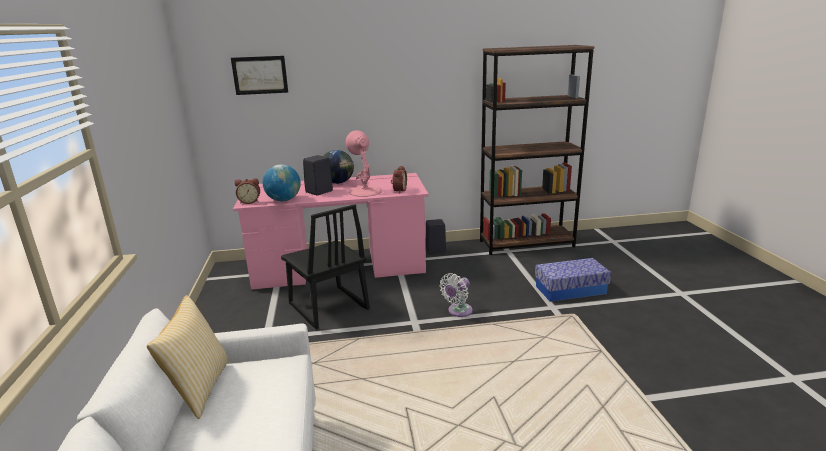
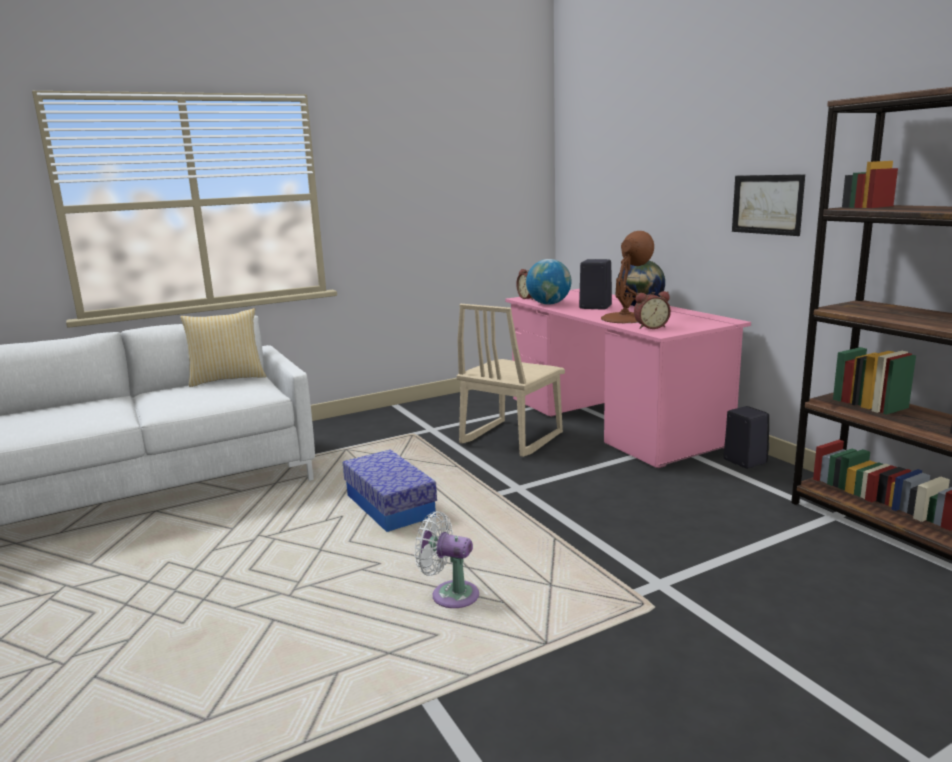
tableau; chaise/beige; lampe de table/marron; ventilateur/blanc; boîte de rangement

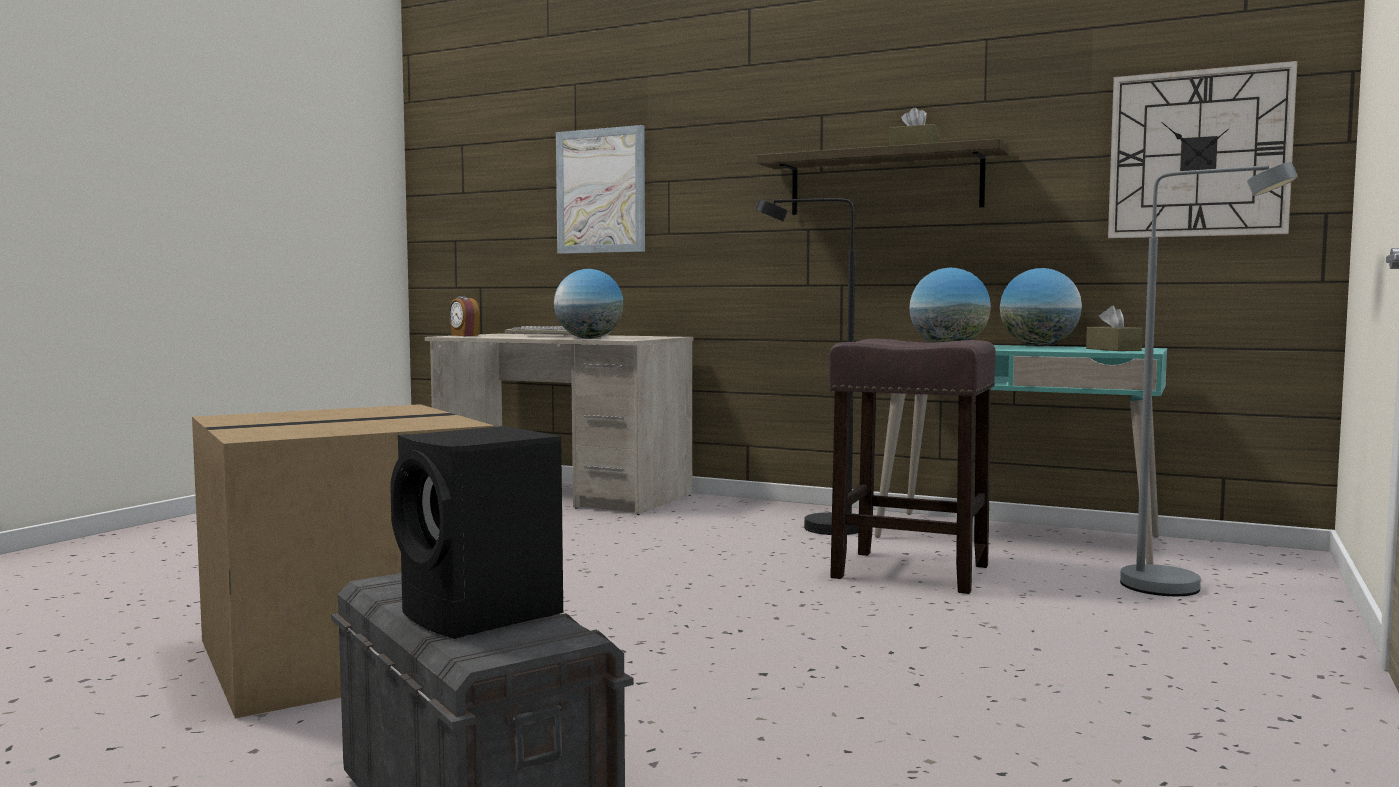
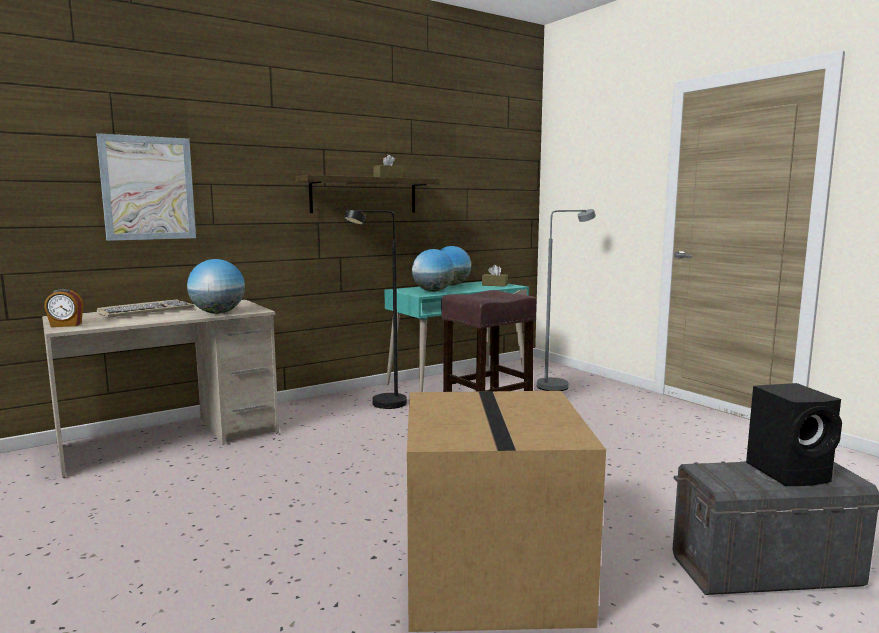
horloge murale

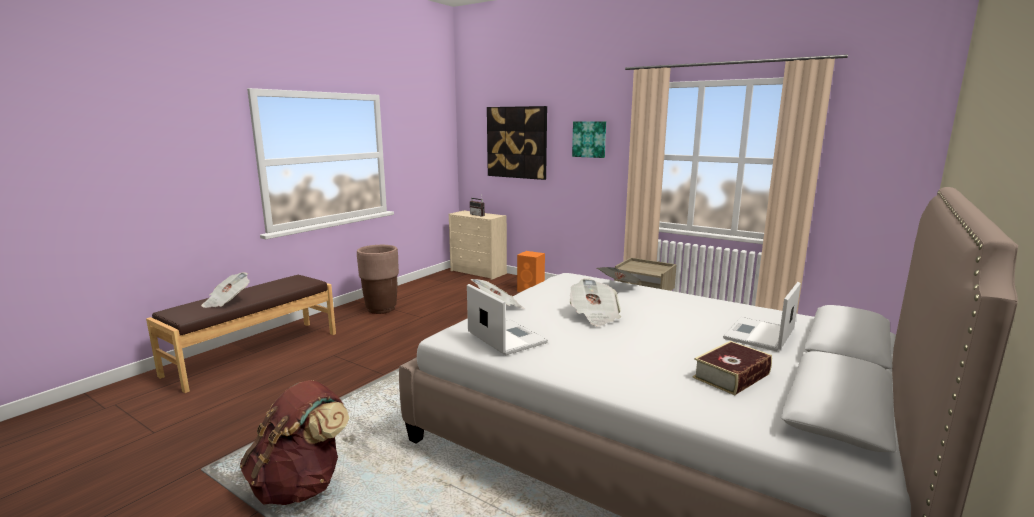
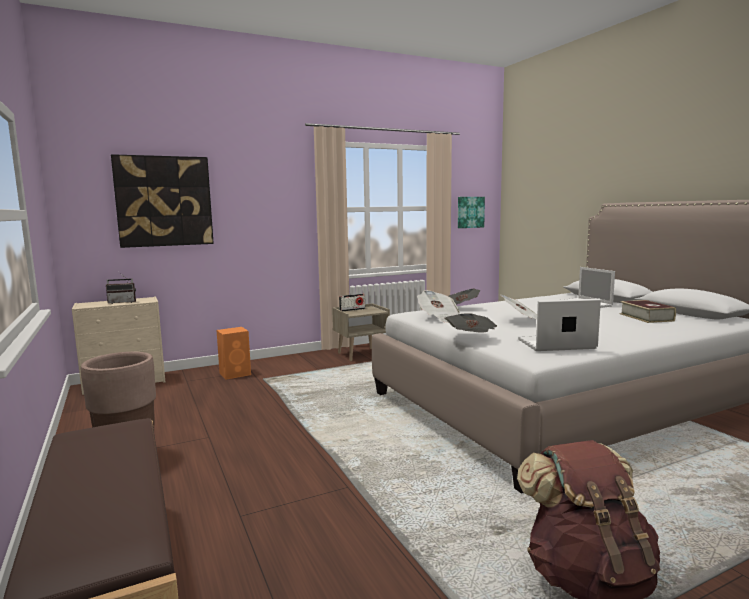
journal (no. 1 from left); tableau (no. 2 from left); radio (no. 2 from left)

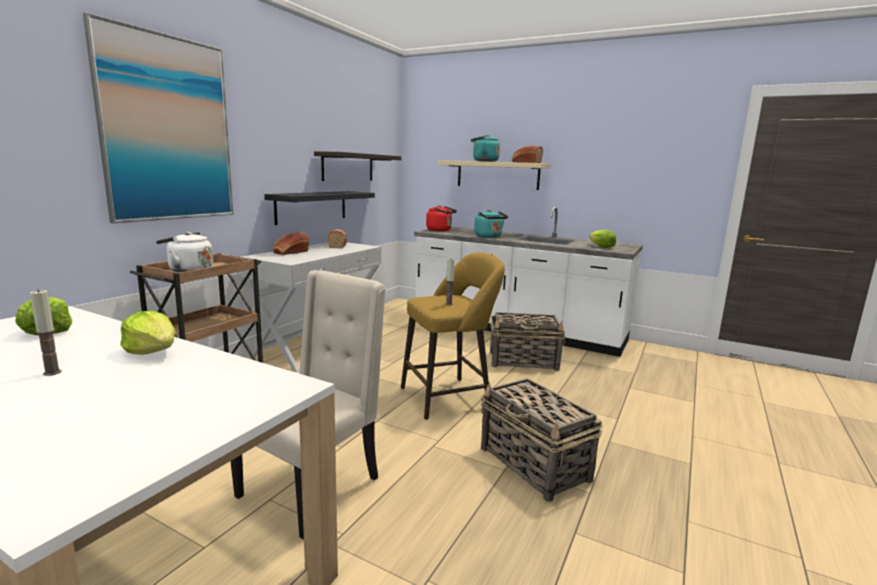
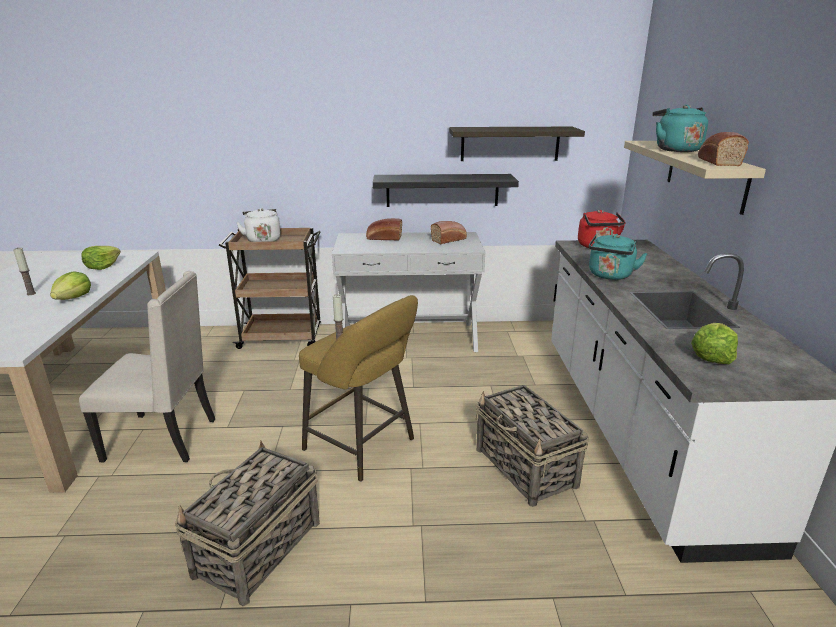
tableau

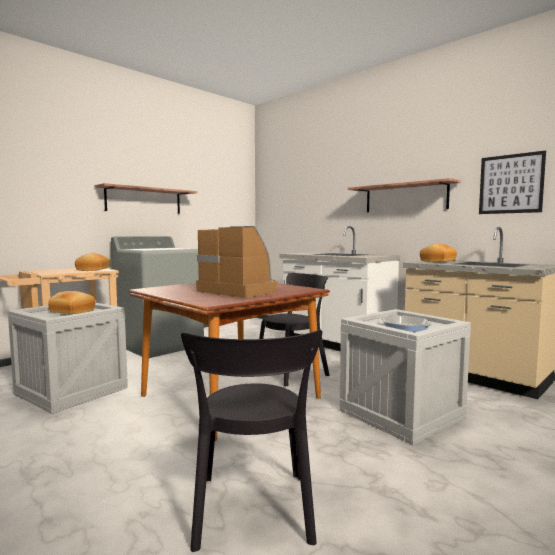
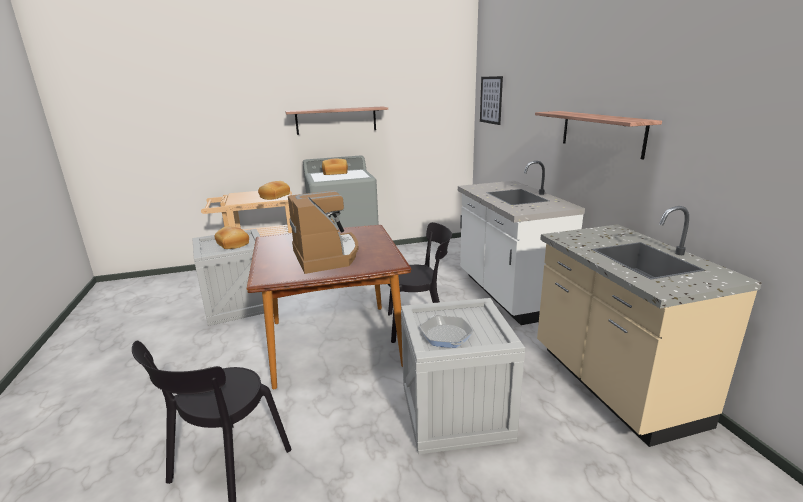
pain (no. 3 from left); tableau

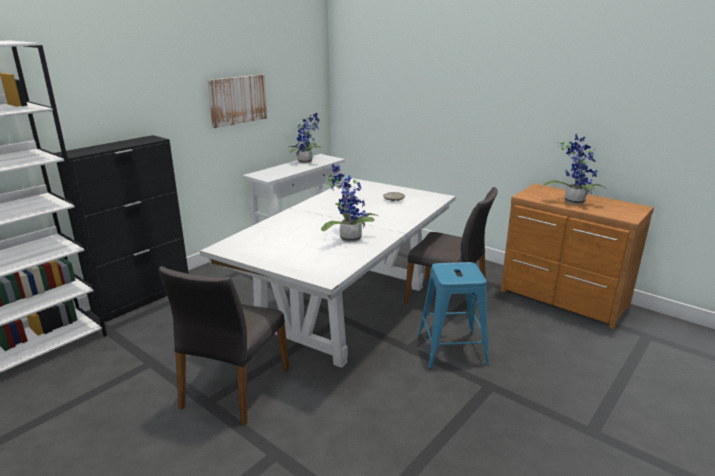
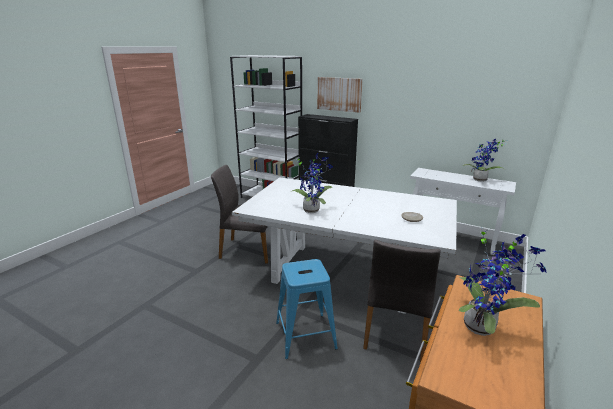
tableau

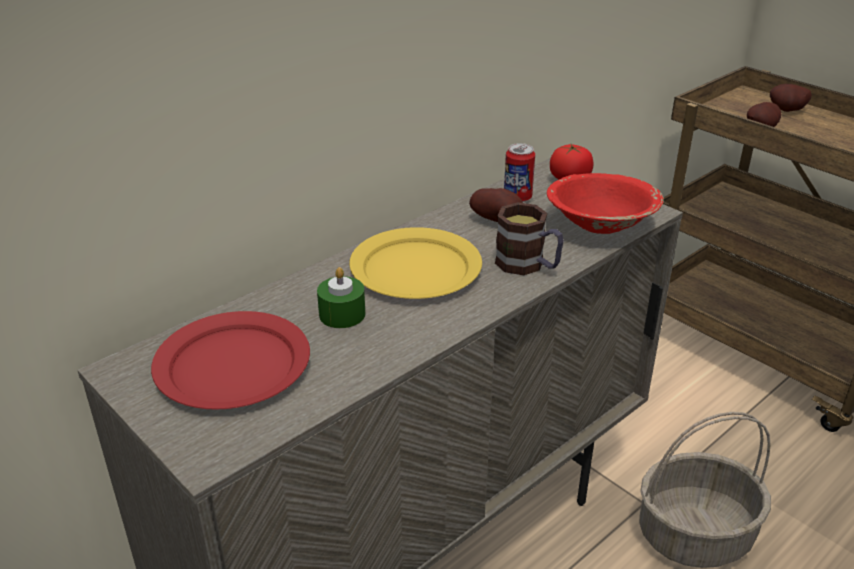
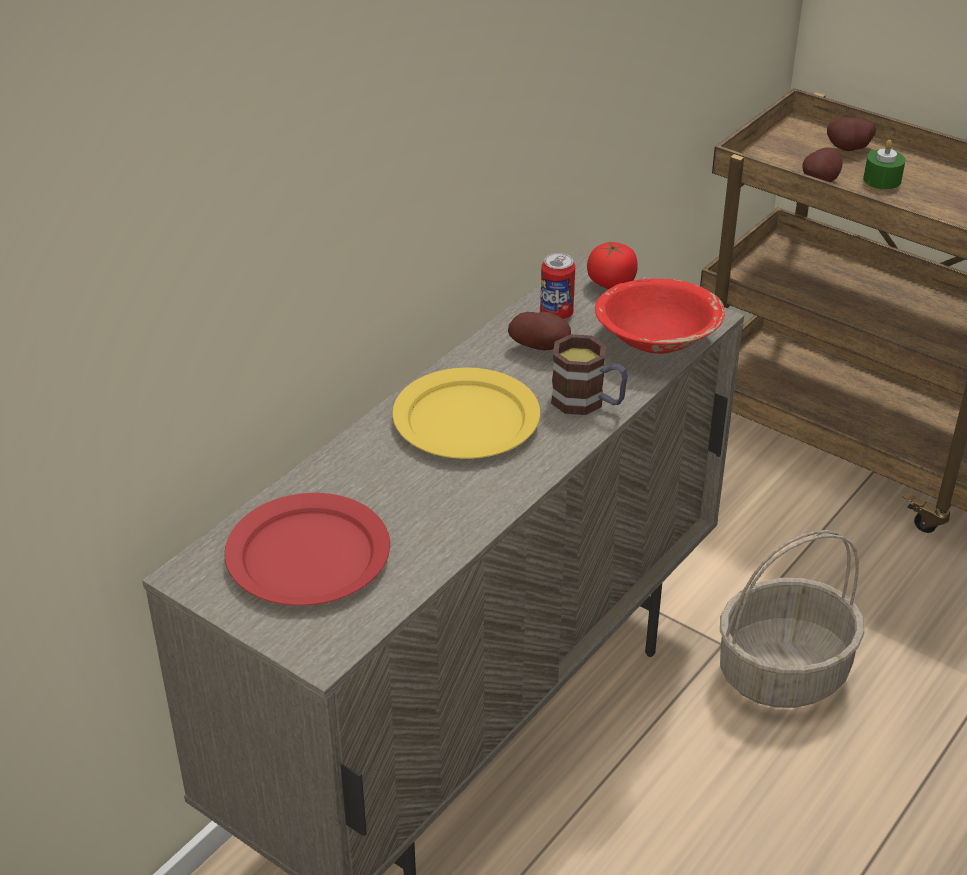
bougie/vert

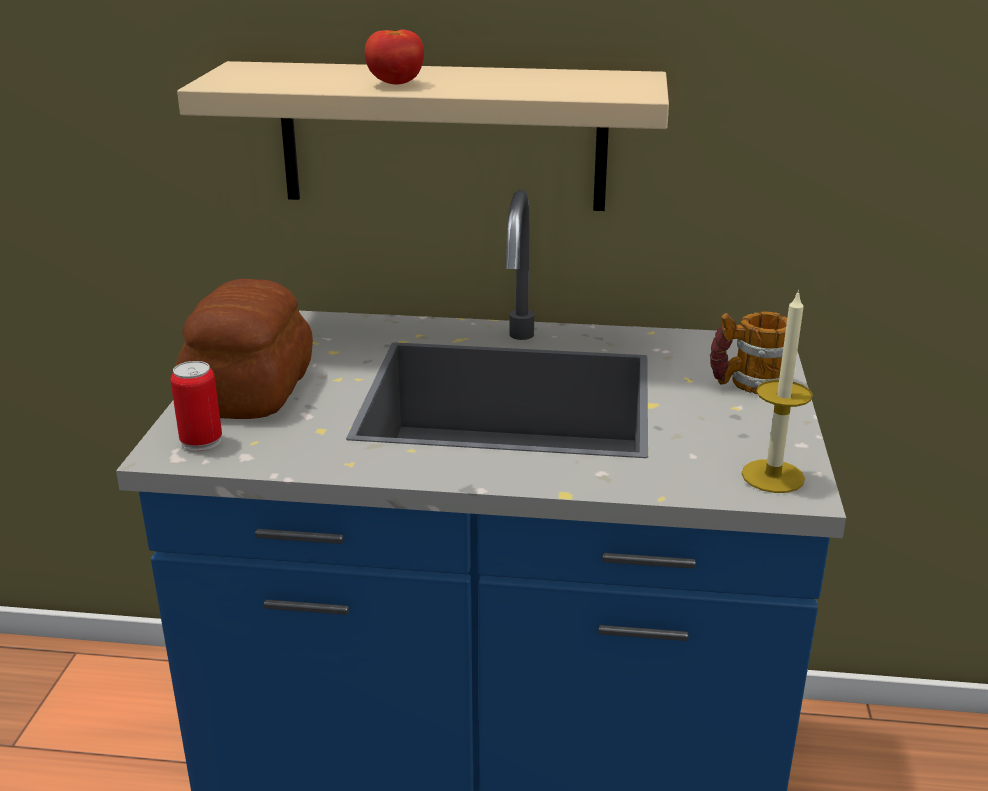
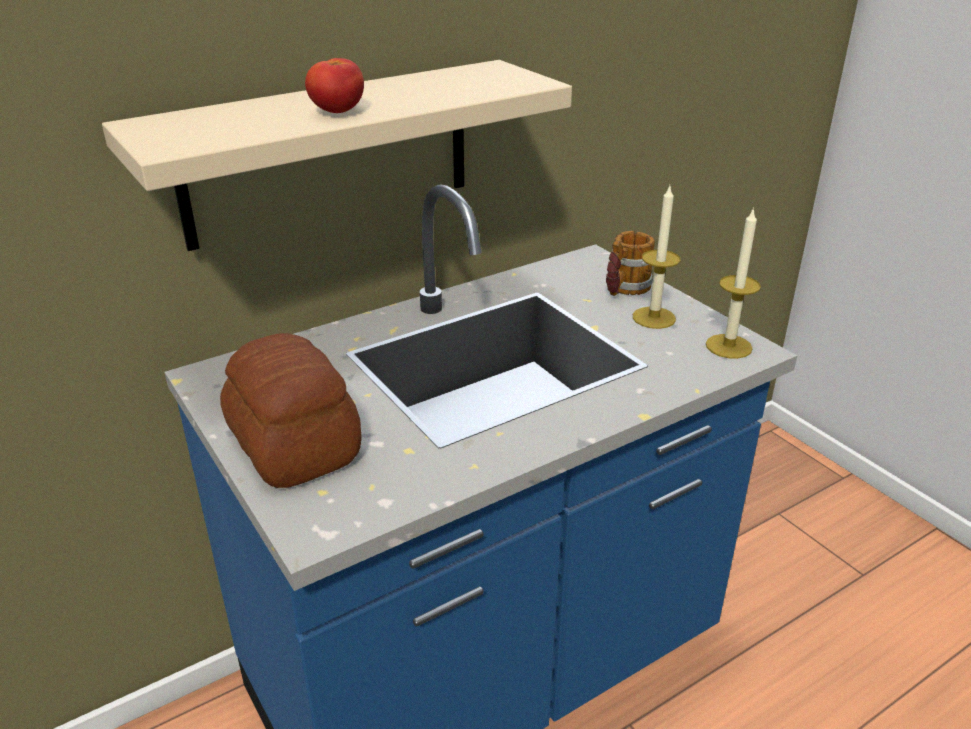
boîte métallique; bougie (no. 1 from left)

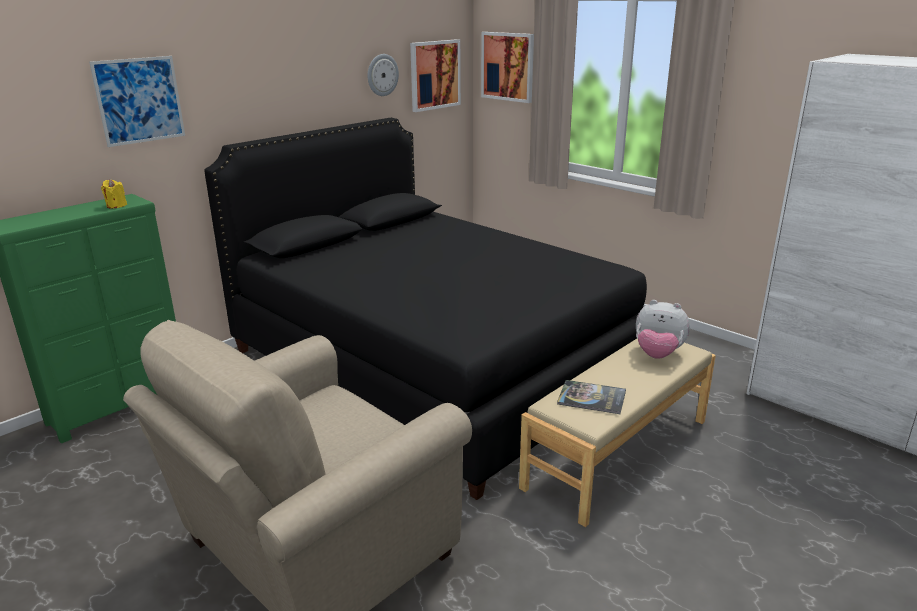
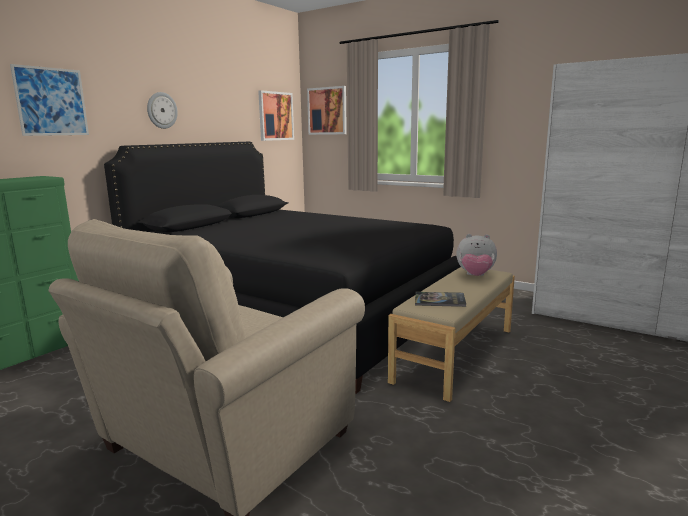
bougie/jaune; horloge murale

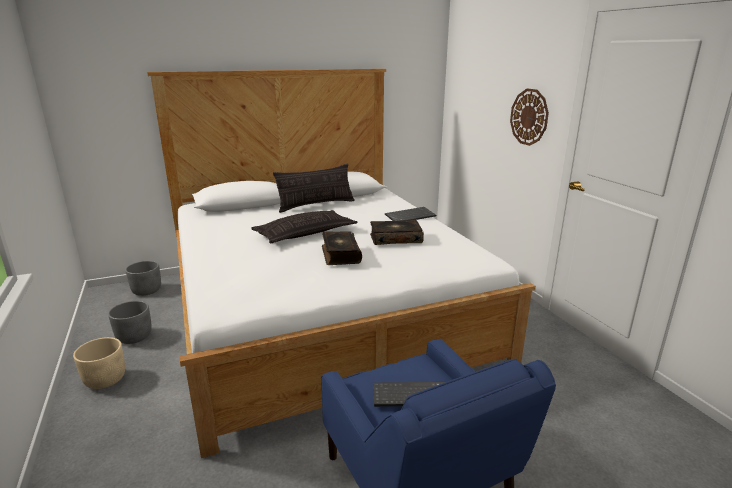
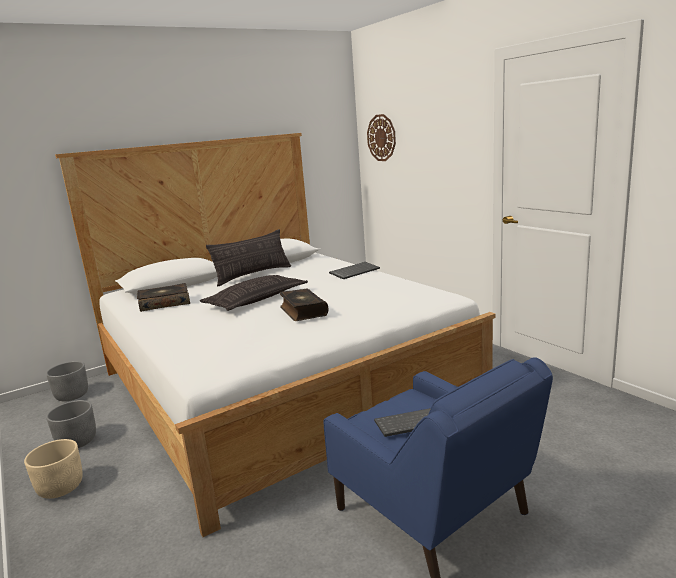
livre (no. 1 from left); horloge murale

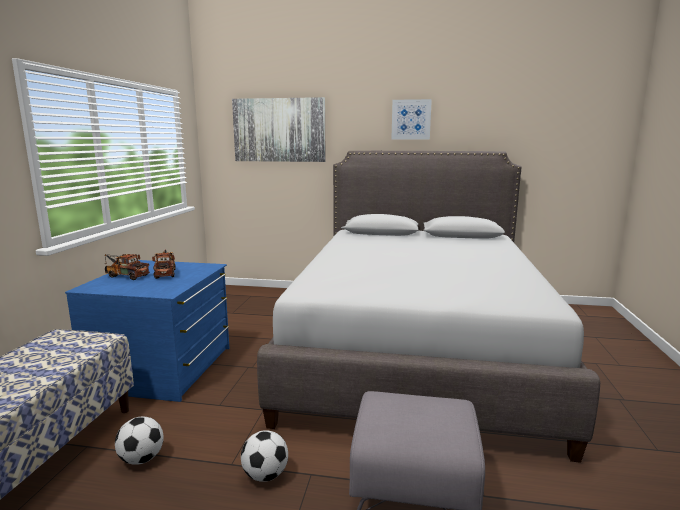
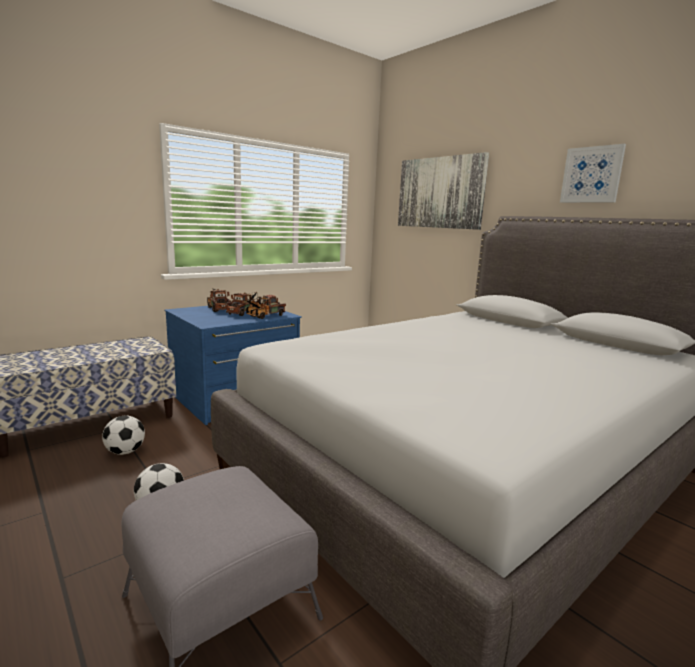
camion jouet (no. 3 from left)

